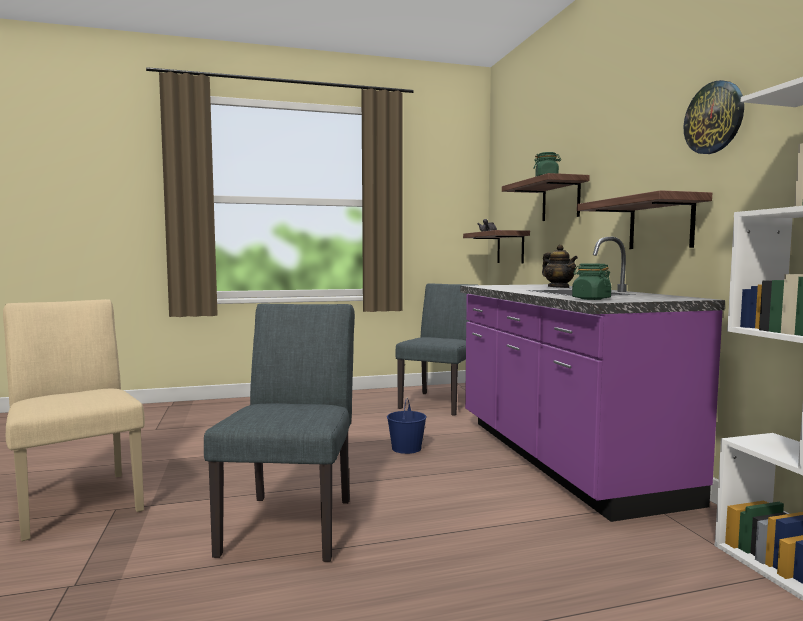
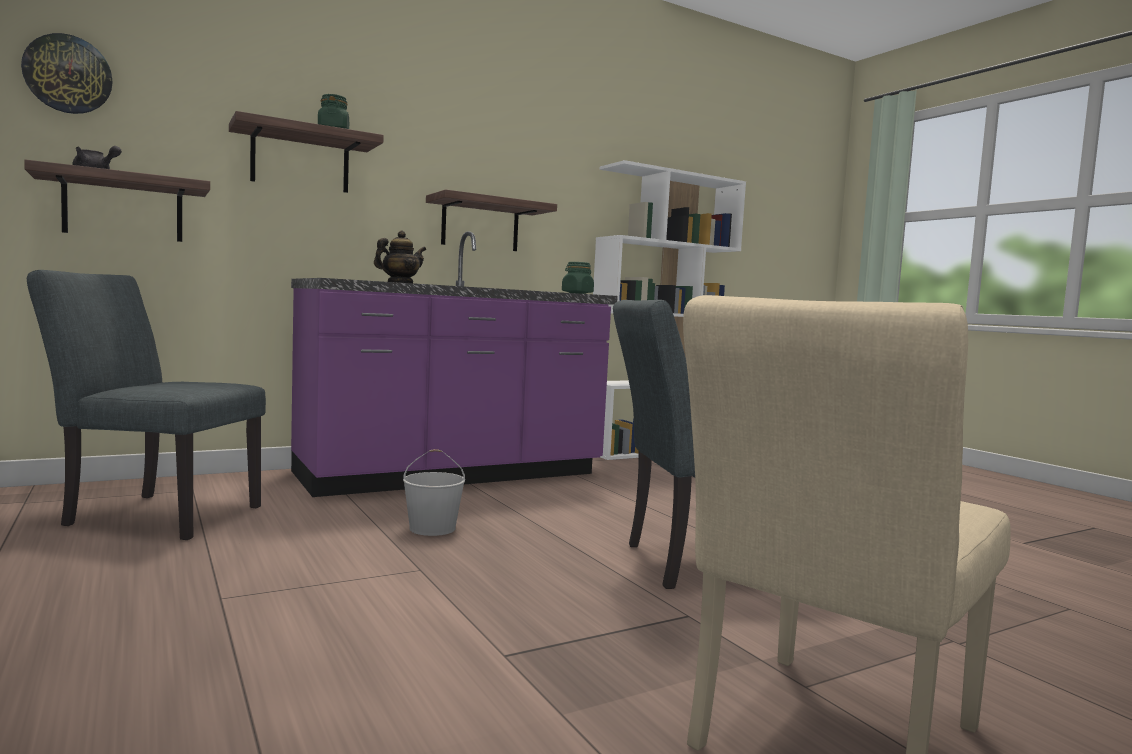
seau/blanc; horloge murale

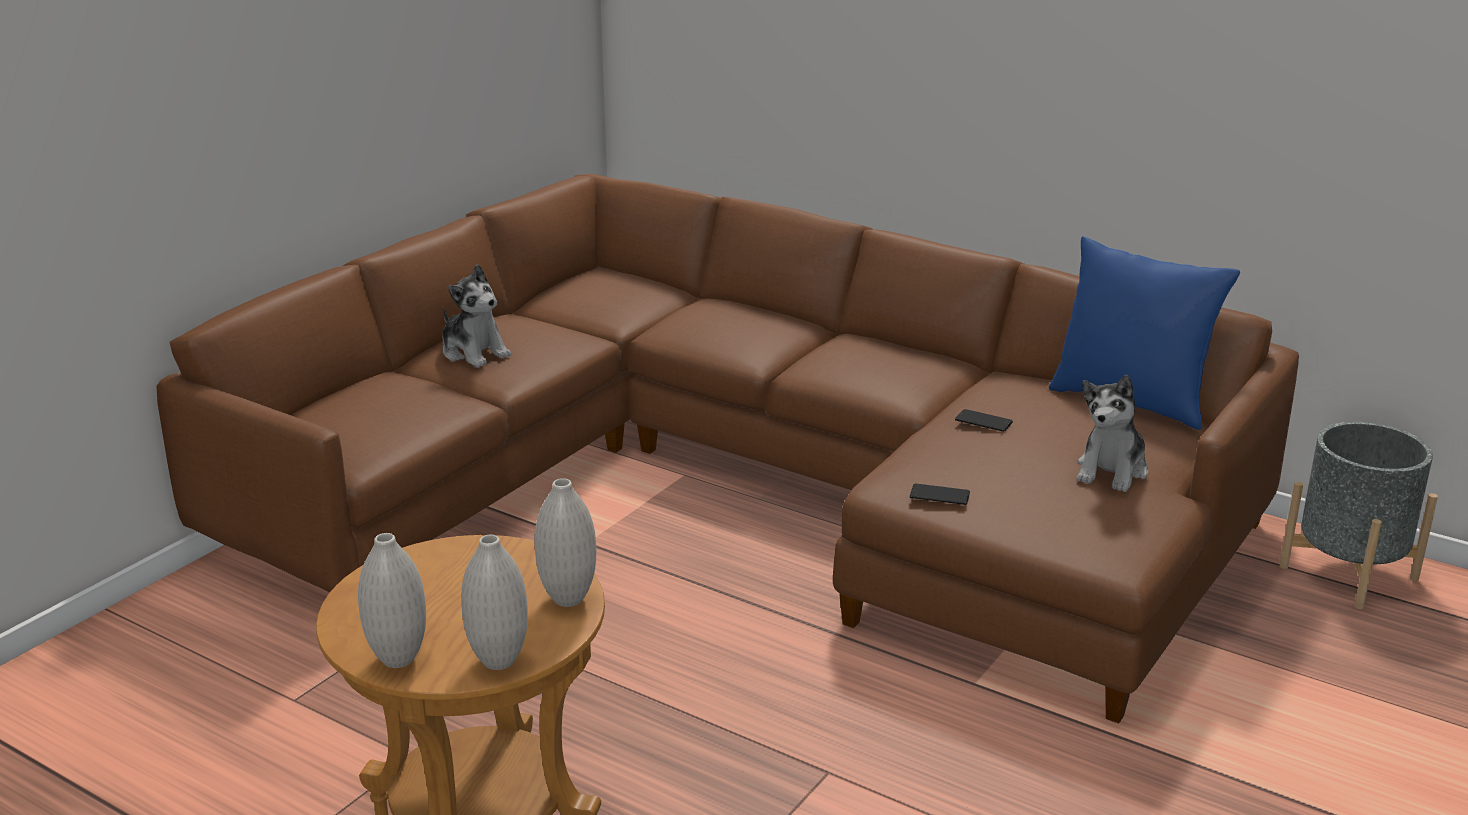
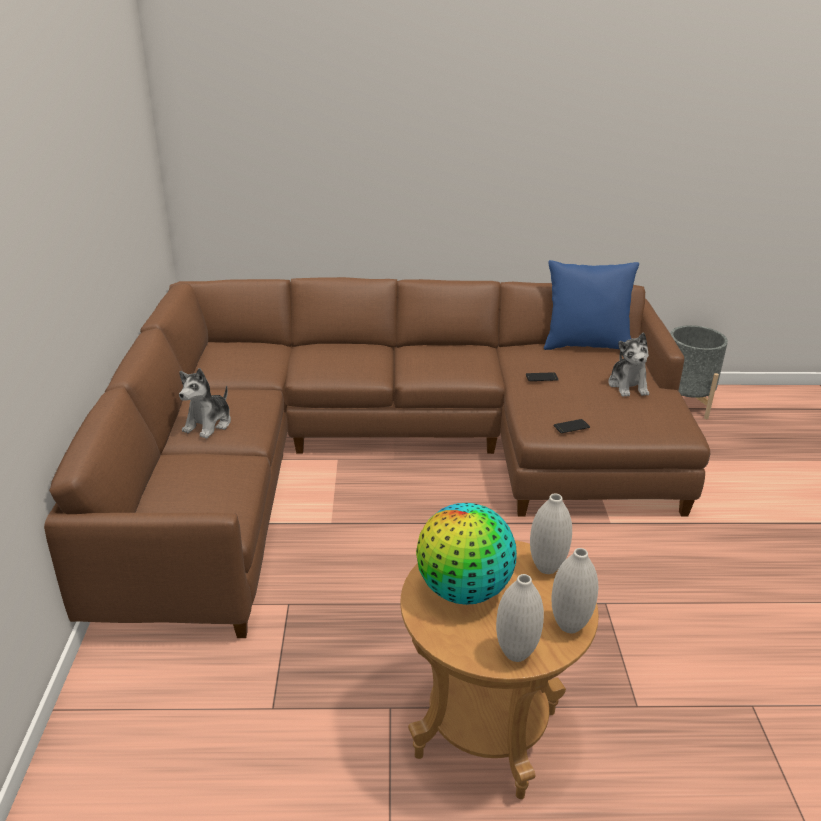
peluche (no. 1 from left); globe

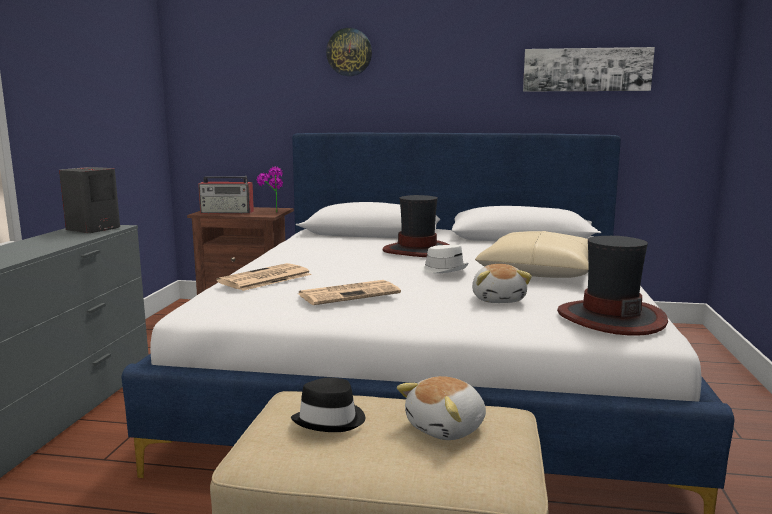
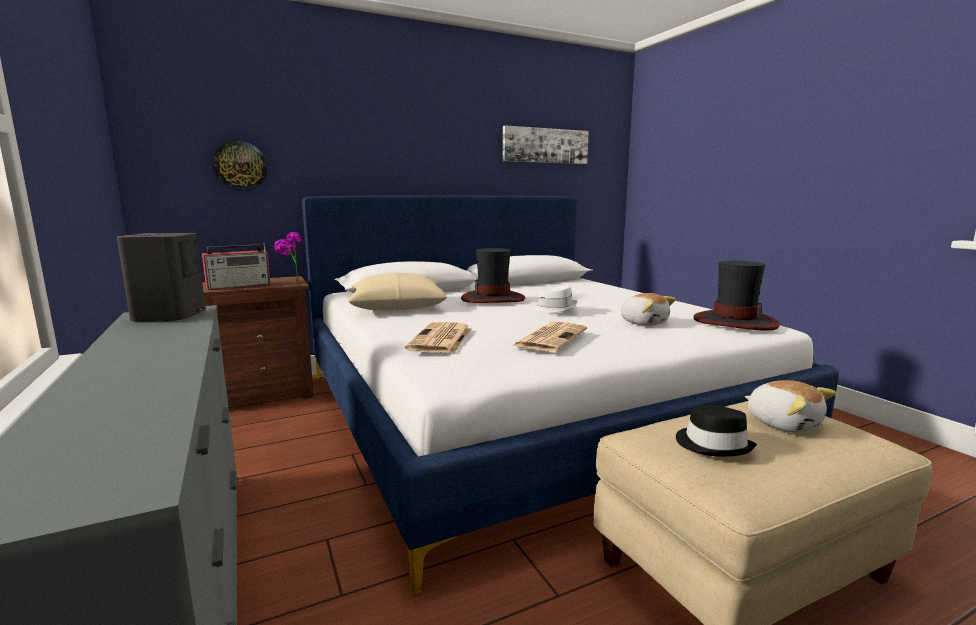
horloge murale; peluche (no. 2 from left); coussin/beige

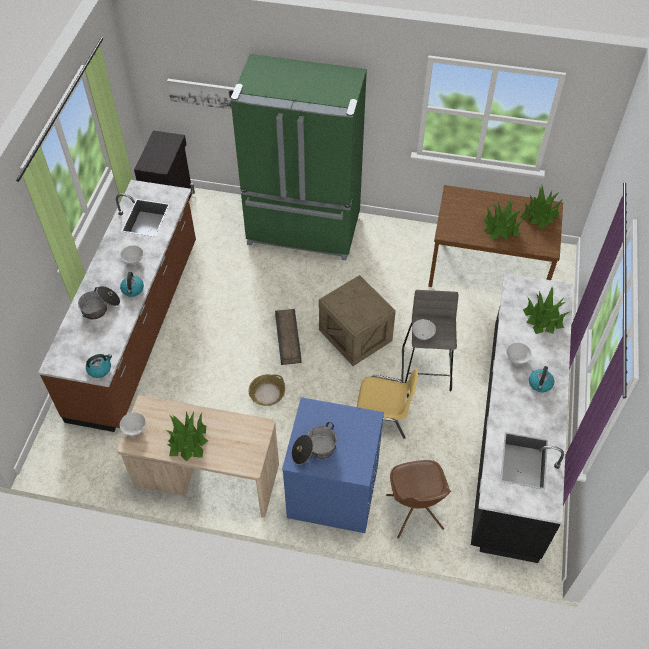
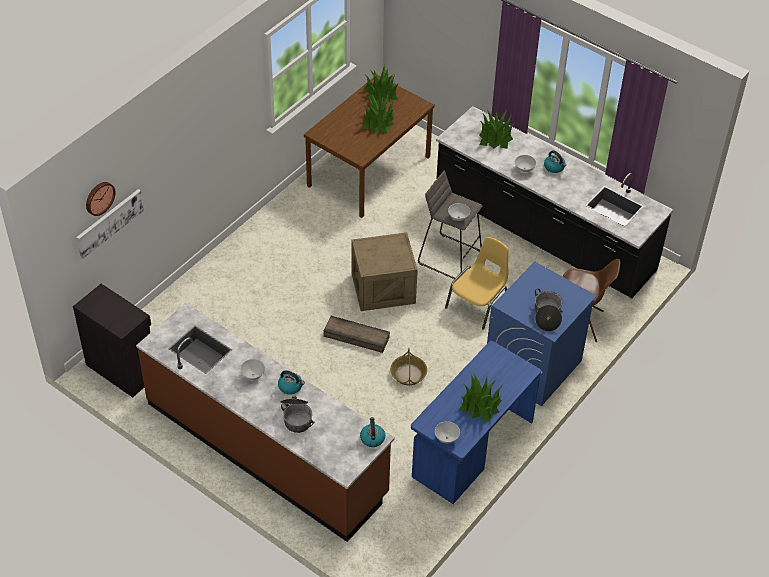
bureau/bleu; réfrigérateur/vert; horloge murale

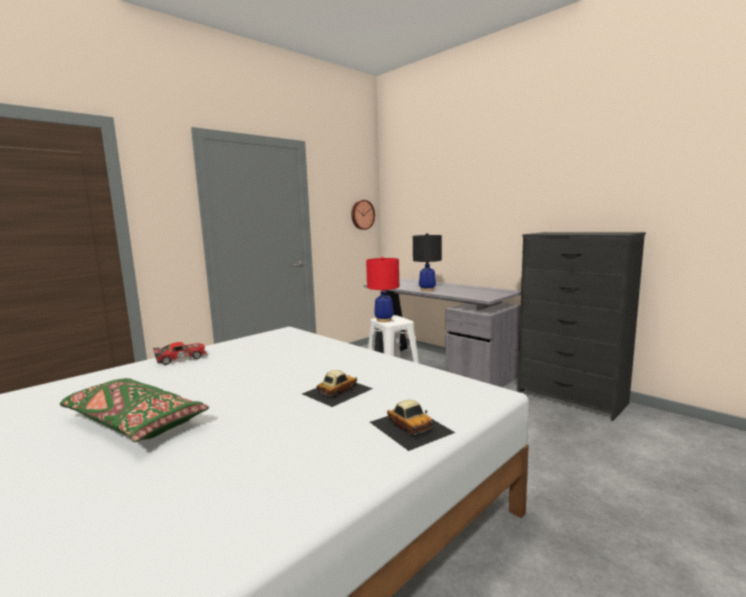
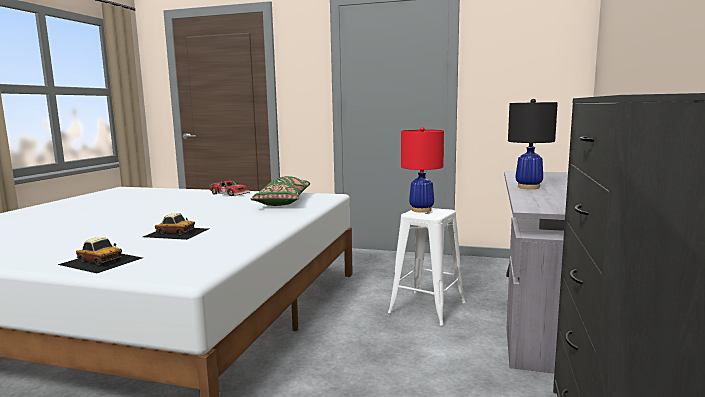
coussin/vert; horloge murale; petite voiture (no. 1 from left)

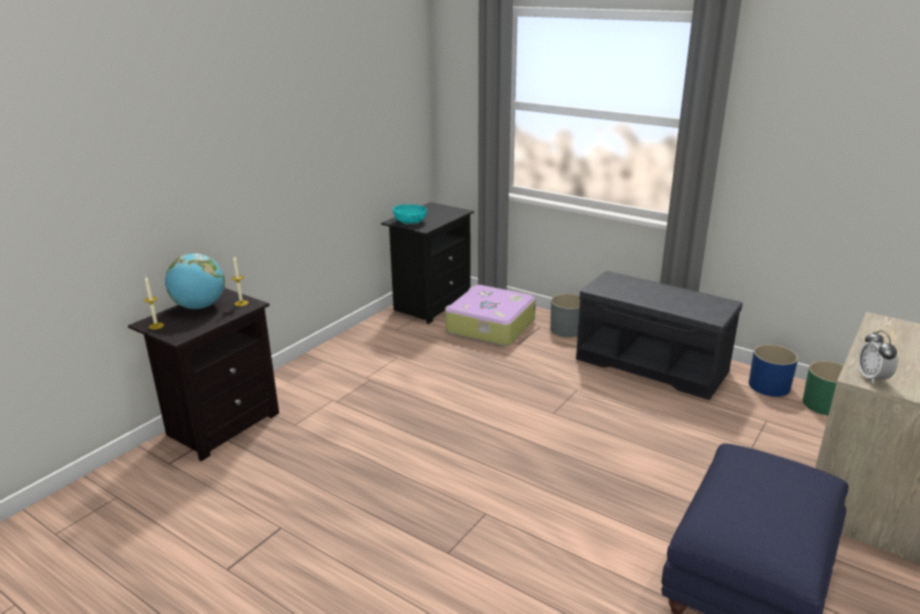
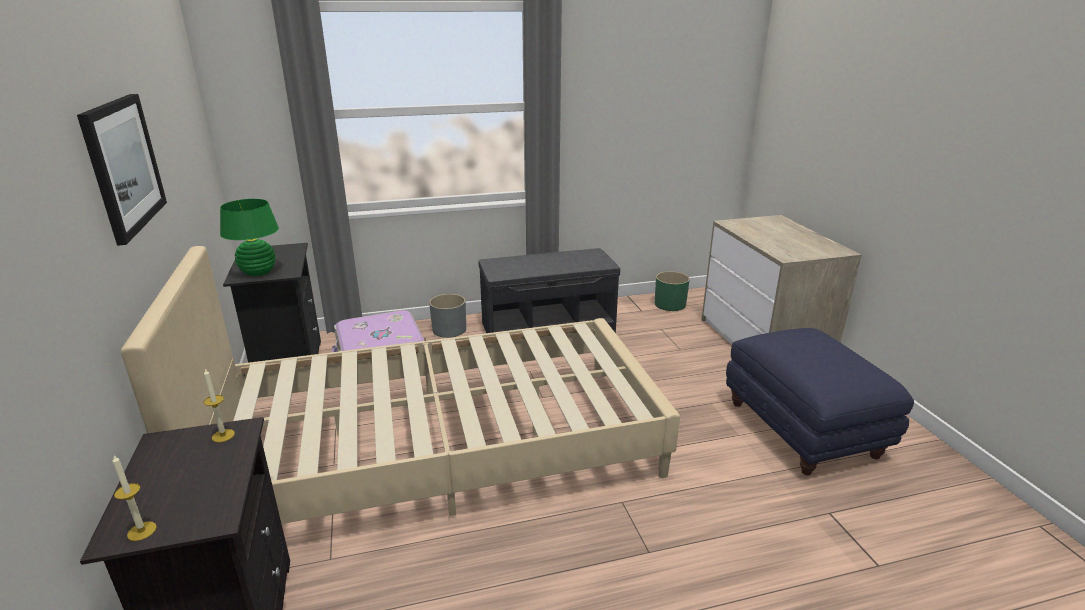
globe; lampe de table/vert; cache-pot/bleu; réveil; tableau; lit/beige

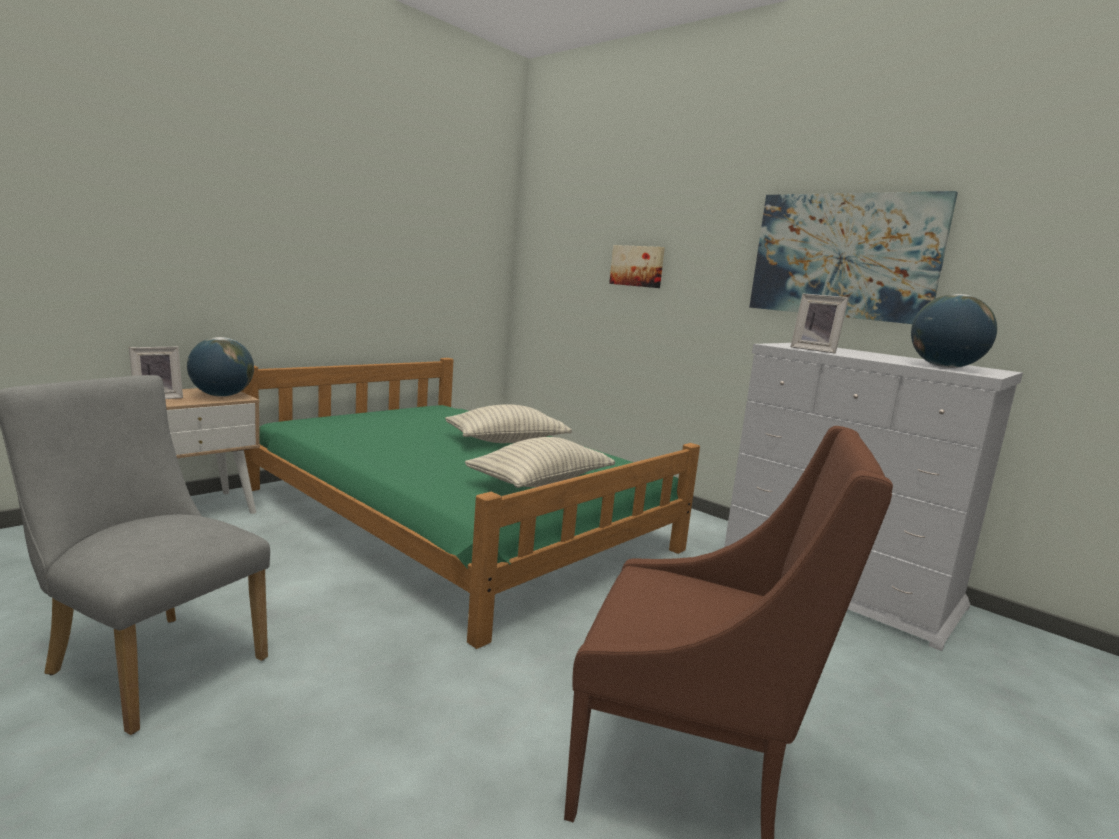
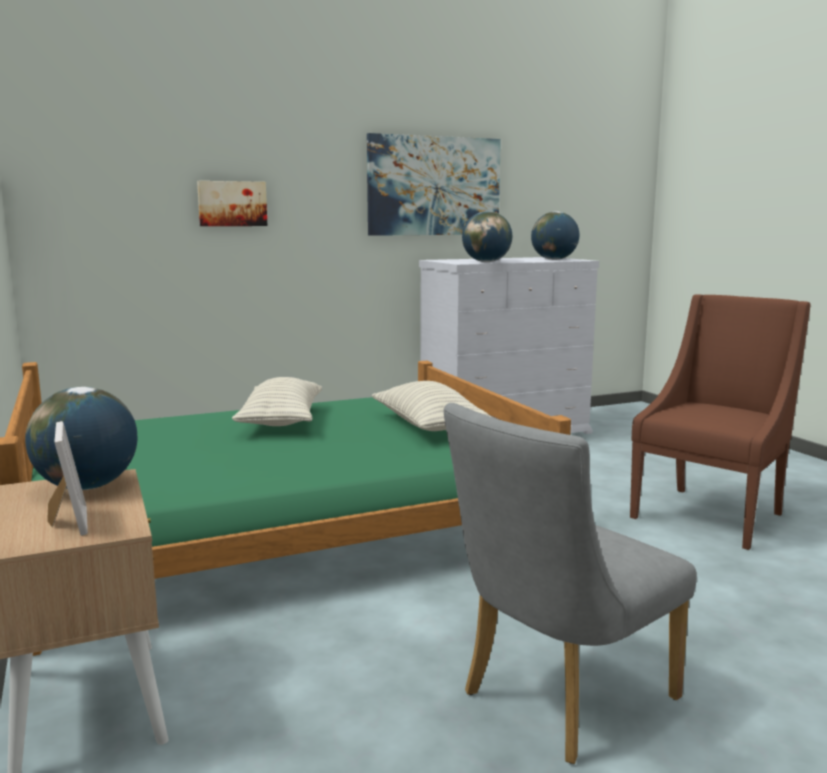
globe (no. 2 from left)

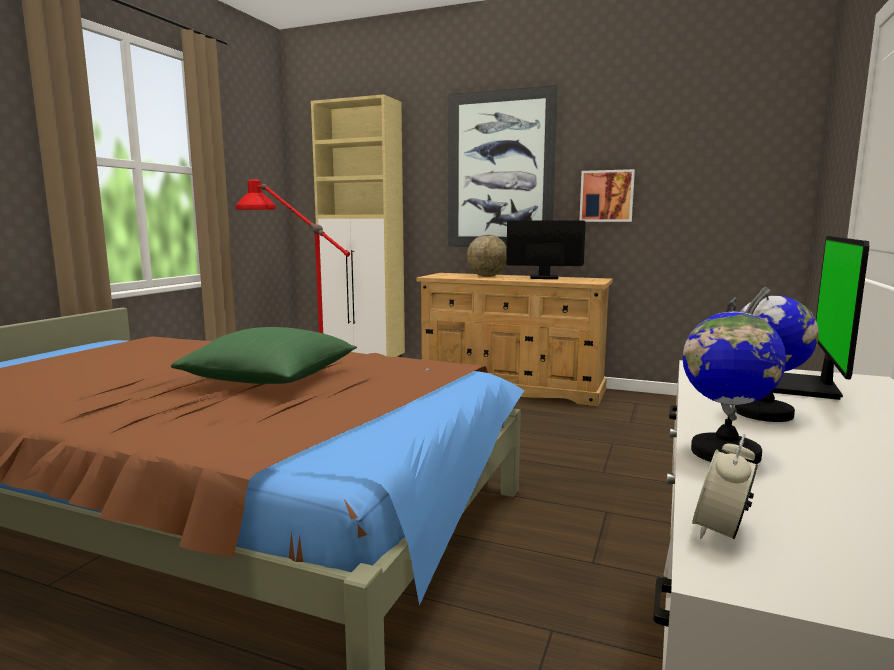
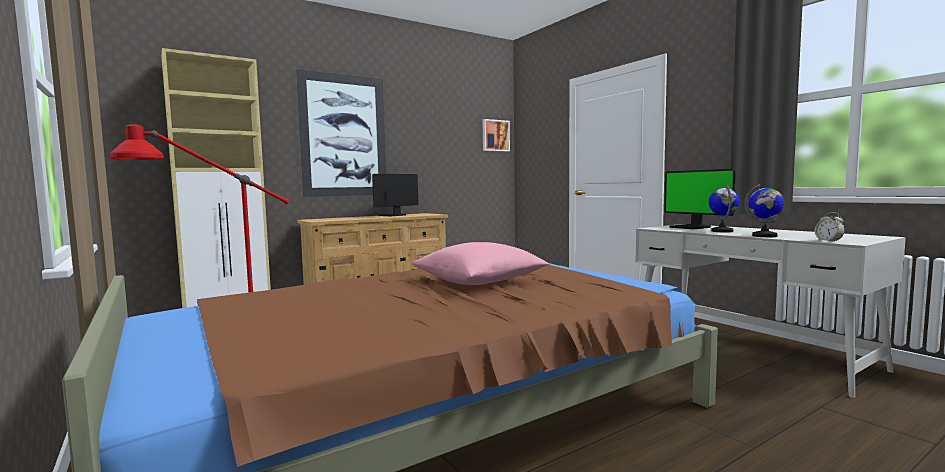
coussin/rose; globe (no. 1 from left in the first image); tableau (no. 2 from left)

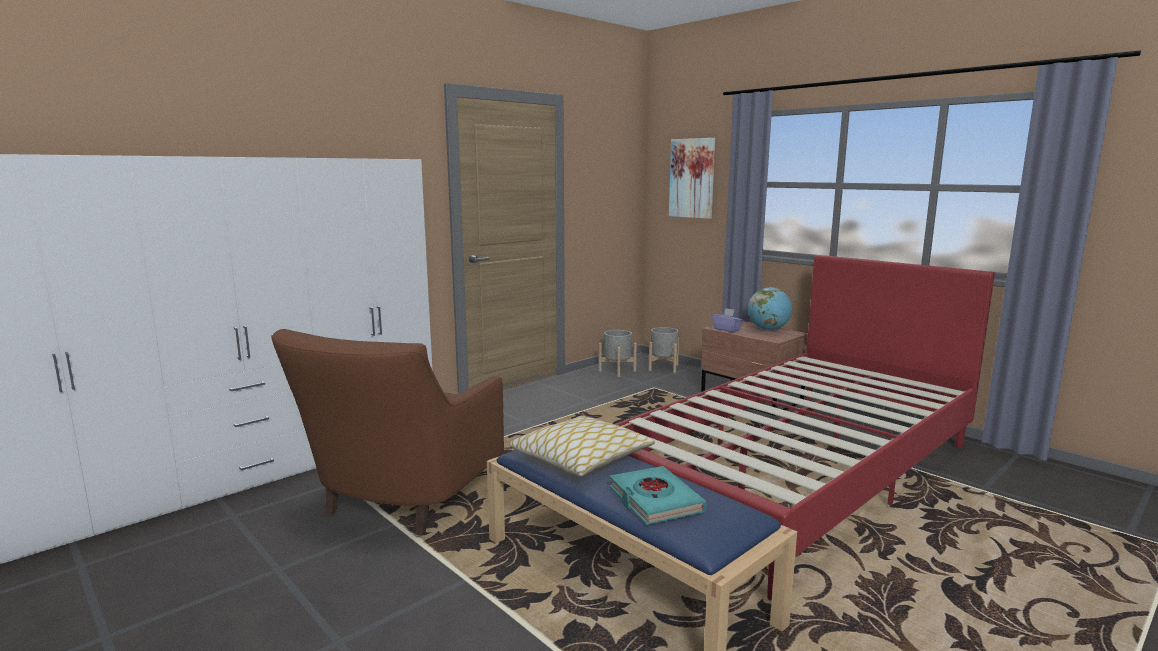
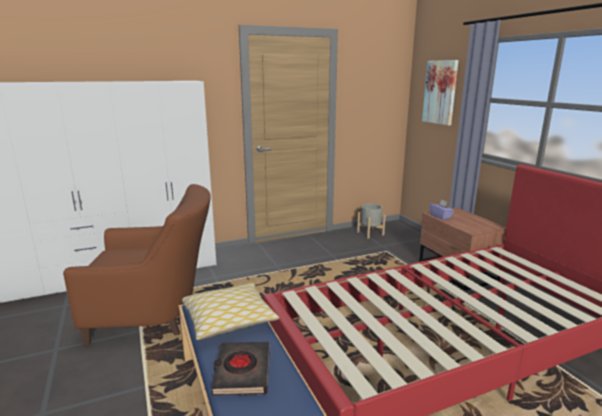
fauteuil/marron; livre/noir; cache-pot/gris (no. 2 from left in the first image); globe

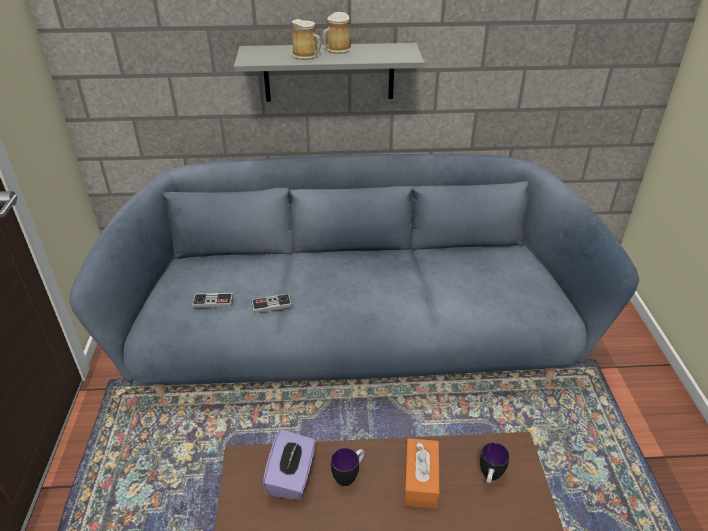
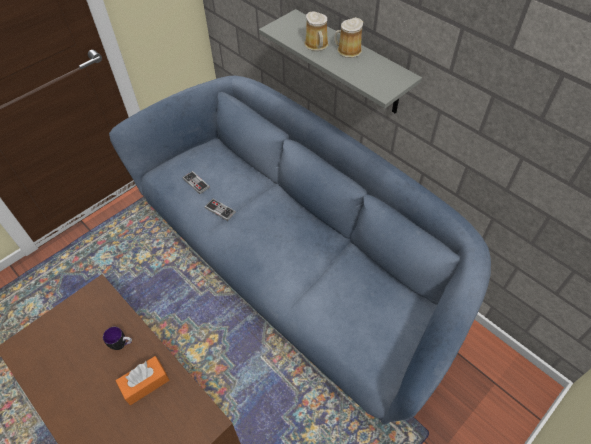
boîte à mouchoirs/violet; mug (no. 4 from left in the first image)

